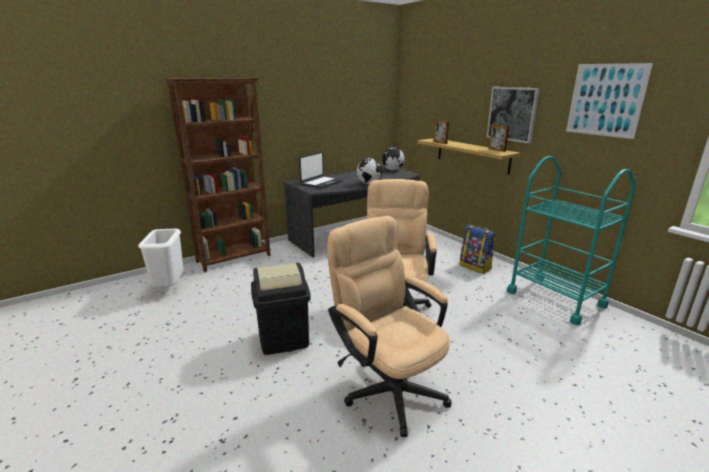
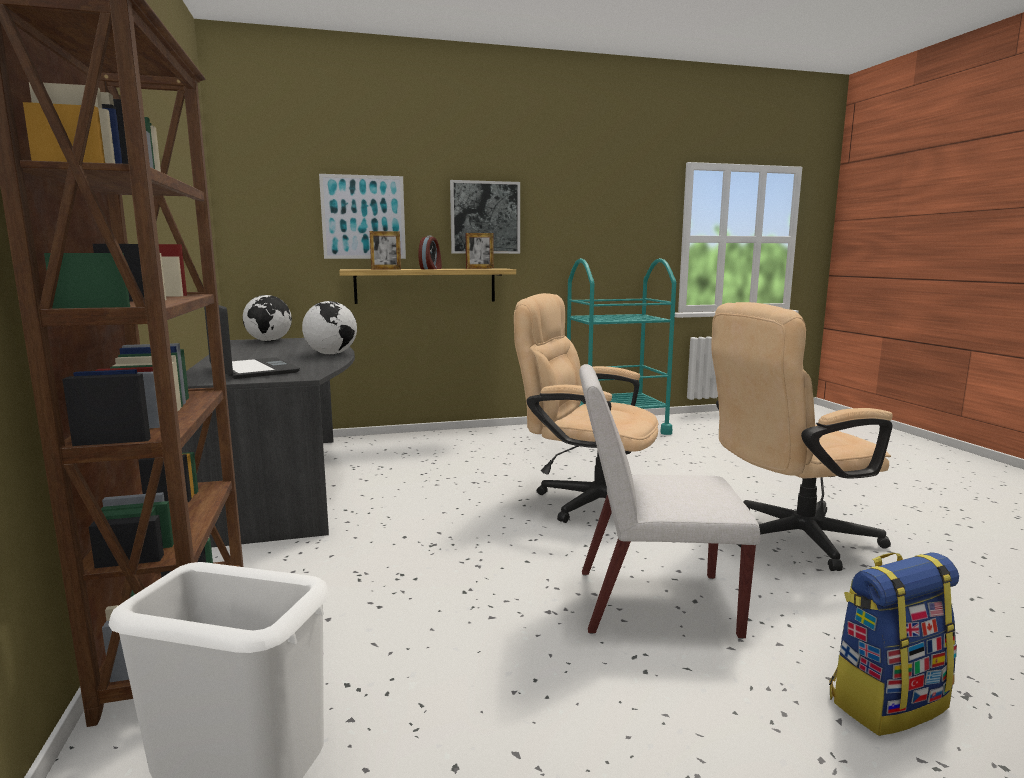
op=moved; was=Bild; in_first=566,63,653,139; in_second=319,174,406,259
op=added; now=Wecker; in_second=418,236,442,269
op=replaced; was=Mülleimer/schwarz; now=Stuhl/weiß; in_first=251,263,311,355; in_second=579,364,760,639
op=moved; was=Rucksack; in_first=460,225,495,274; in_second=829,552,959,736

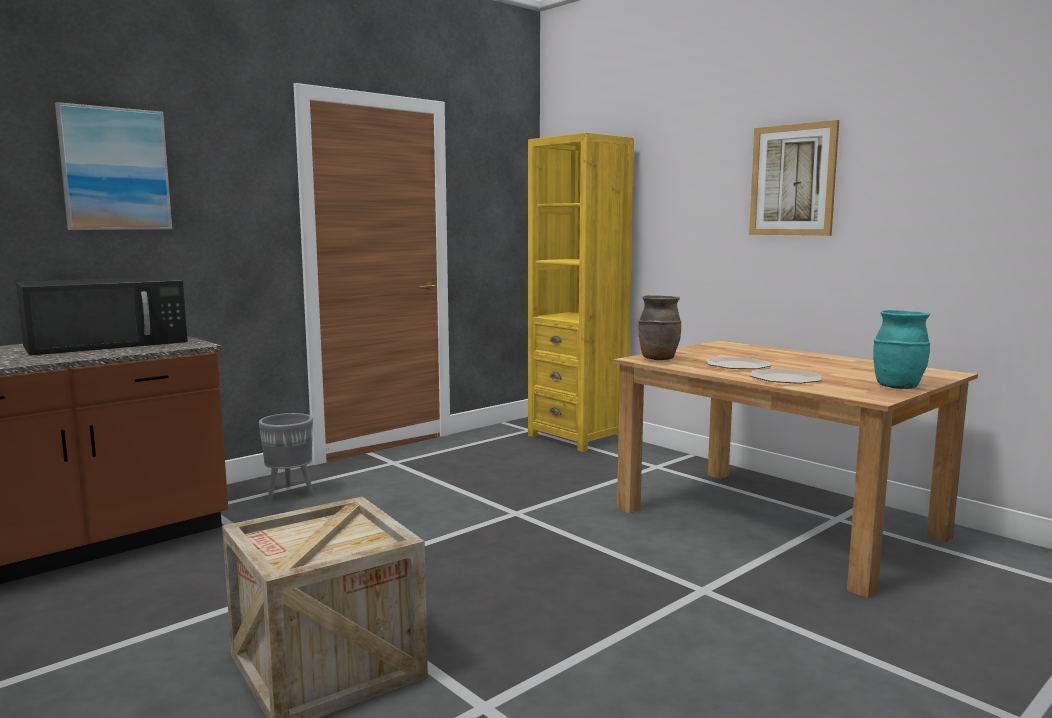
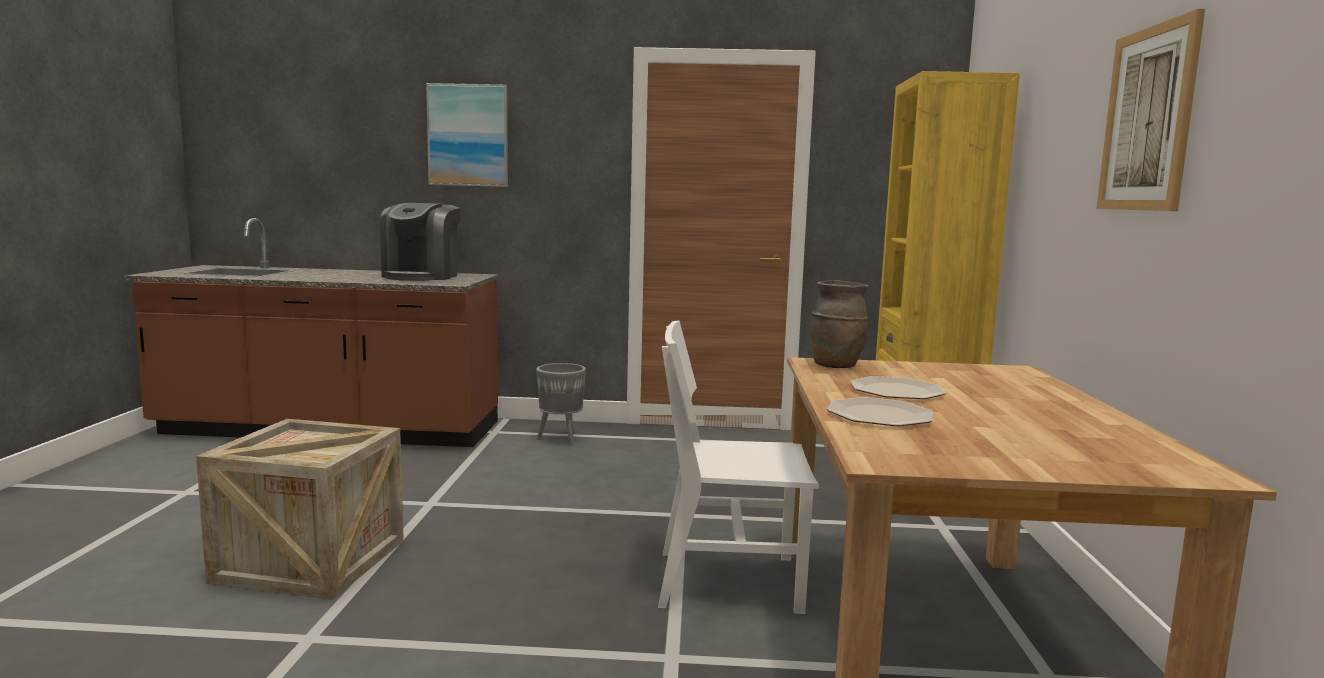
op=replaced; was=Mikrowelle/schwarz; now=Kaffeemaschine; in_first=16,276,188,356; in_second=380,203,461,281
op=added; now=Stuhl/weiß; in_second=658,320,819,614
op=removed; was=Vase/türkis; in_first=873,310,930,389

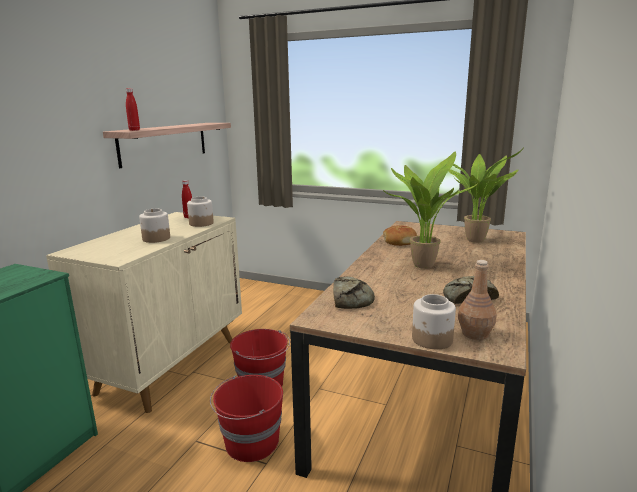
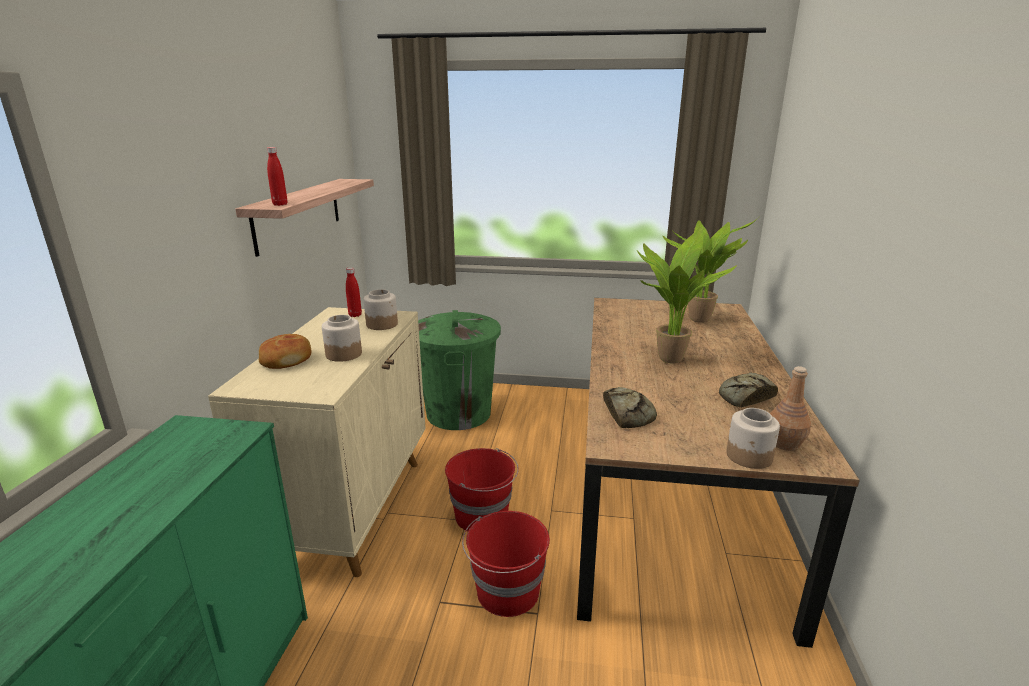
op=moved; was=Brot; in_first=383,225,417,246; in_second=259,334,311,369
op=added; now=Mülleimer/grün; in_second=418,310,501,430

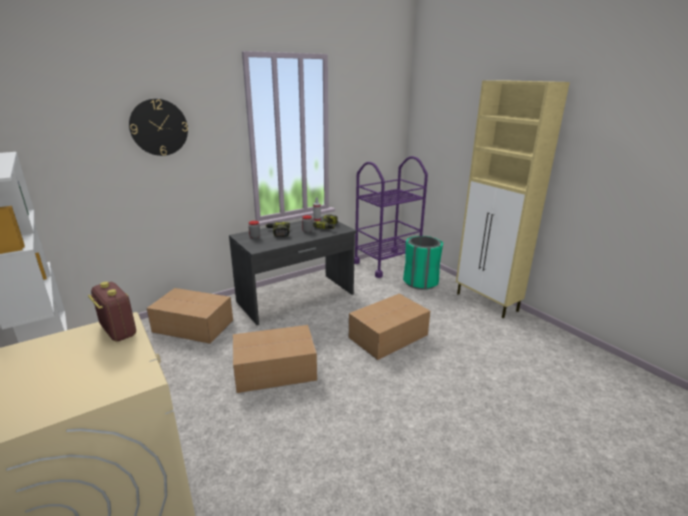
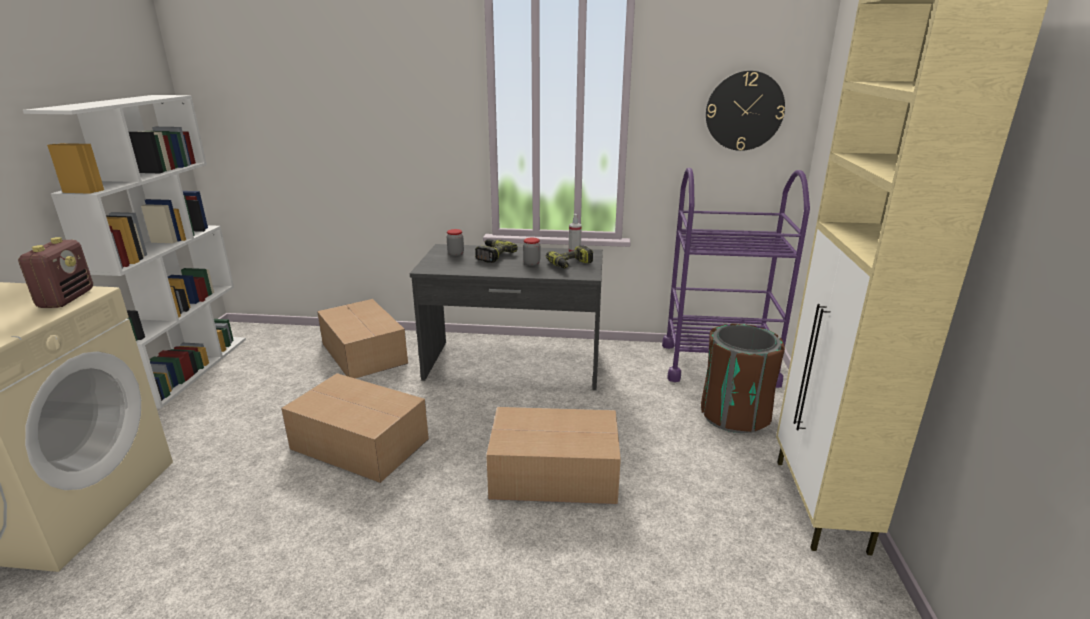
op=recoloured; was=Mülleimer/grün; now=Mülleimer/braun; in_first=403,236,443,290; in_second=701,324,785,433
op=moved; was=Wanduhr; in_first=129,99,188,156; in_second=706,71,785,151

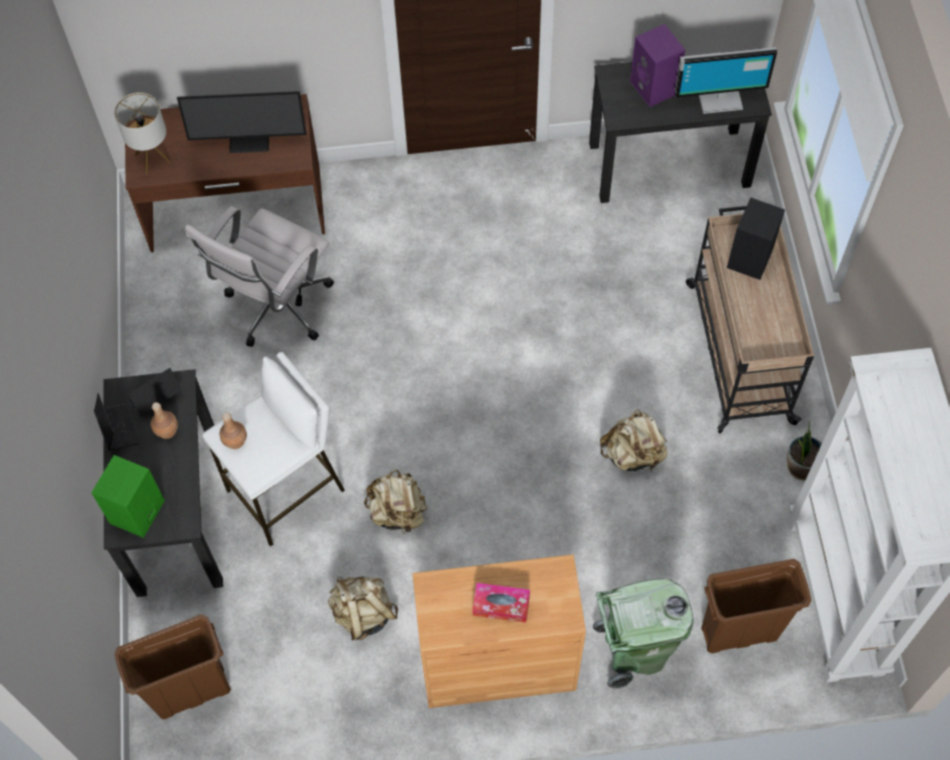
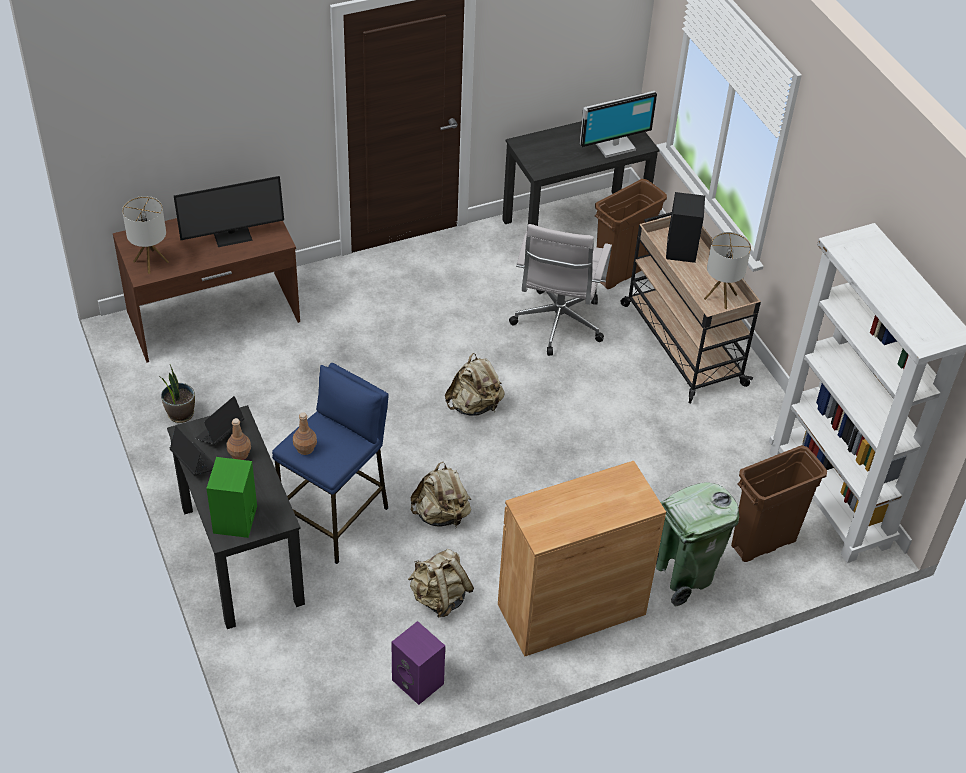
op=moved; was=Topfpflanze; in_first=787,422,822,480; in_second=161,365,195,423
op=recoloured; was=Hocker/weiß; now=Hocker/blau; in_first=202,352,345,547; in_second=272,363,389,564
op=moved; was=Lautsprecher/lila; in_first=630,24,685,107; in_second=392,621,445,705
op=moved; was=Rucksack/beige; in_first=600,409,668,471; in_second=445,353,505,416
op=moved; was=Bürostuhl/weiß; in_first=185,206,334,347; in_second=509,224,612,356
op=moved; was=Mülleimer/braun; in_first=115,614,231,719; in_second=595,179,667,289
op=added; now=Tischlampe; in_second=704,232,751,309
op=removed; was=Taschentuchbox; in_first=473,583,530,623

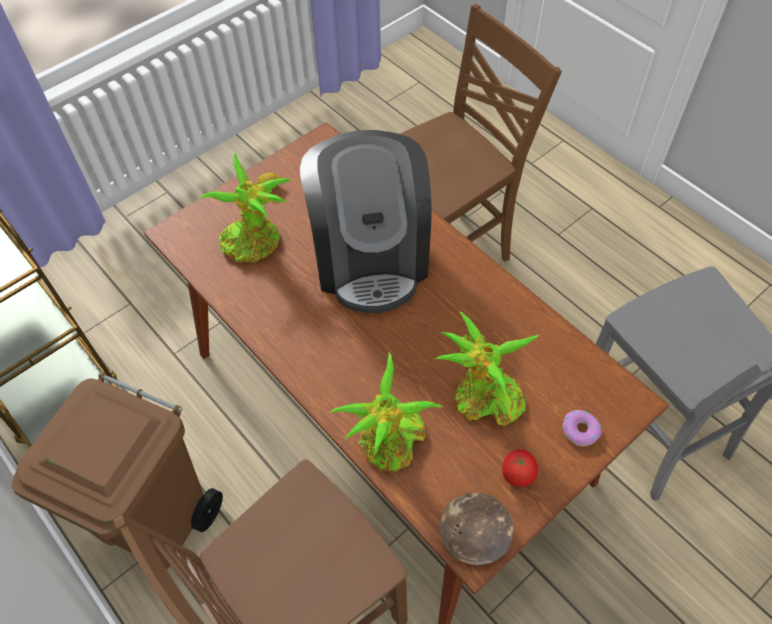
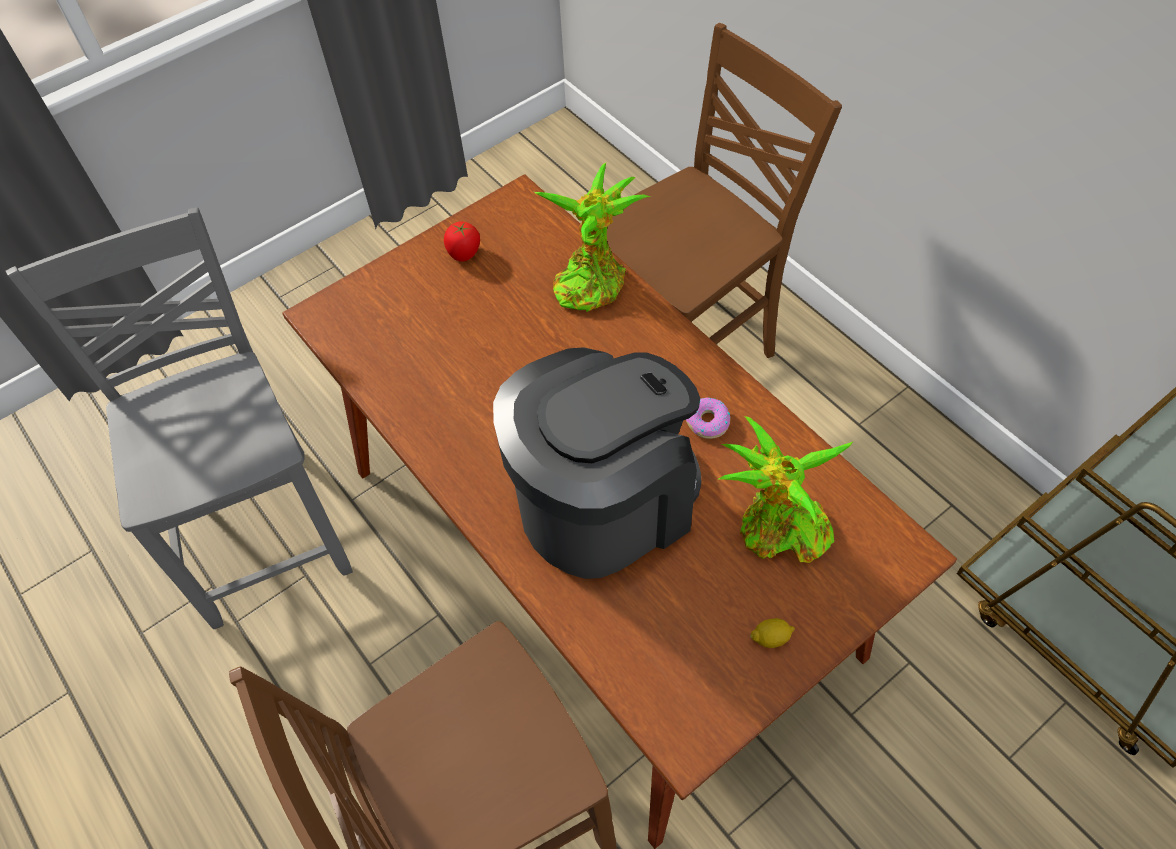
op=turned; was=Kaffeemaschine; in_first=300,130,432,313; in_second=493,347,701,579; clockwise=60
op=moved; was=Donut; in_first=563,410,602,446; in_second=686,397,731,439
op=removed; was=Mülleimer/braun; in_first=12,372,223,569
op=removed; was=Topfpflanze; in_first=434,312,540,425
op=removed; was=Schüssel/braun; in_first=440,493,514,565

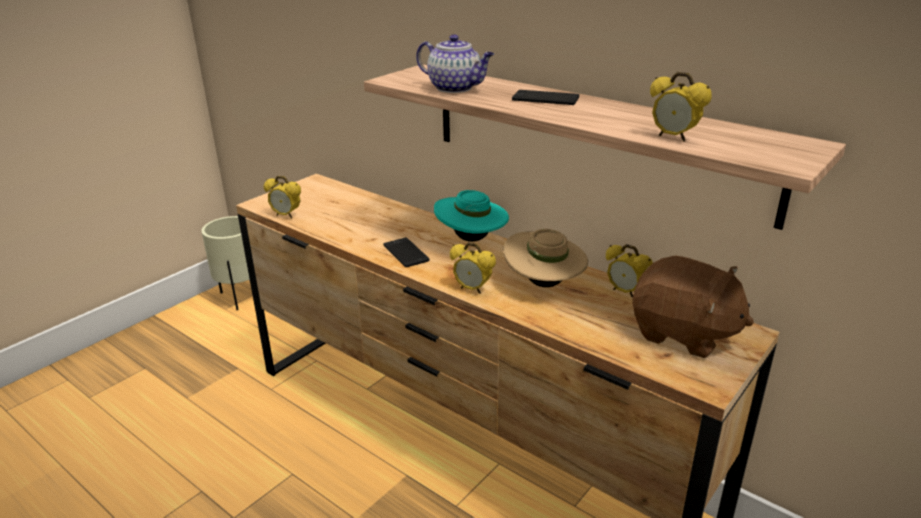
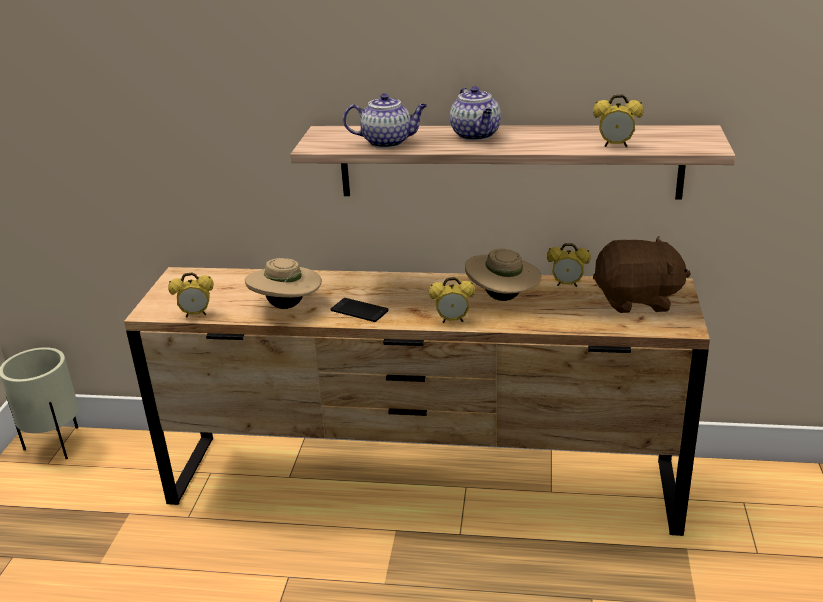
op=added; now=Hut/beige; in_second=245,258,322,309
op=replaced; was=Handy; now=Teekanne; in_first=512,90,579,105; in_second=450,86,501,141
op=removed; was=Hut/türkis; in_first=434,190,509,242

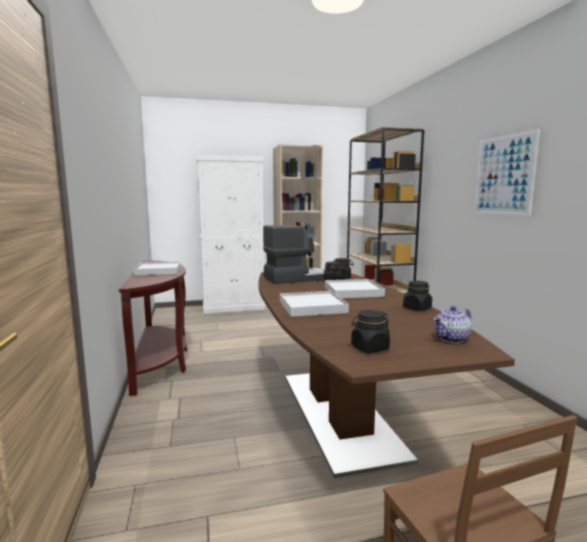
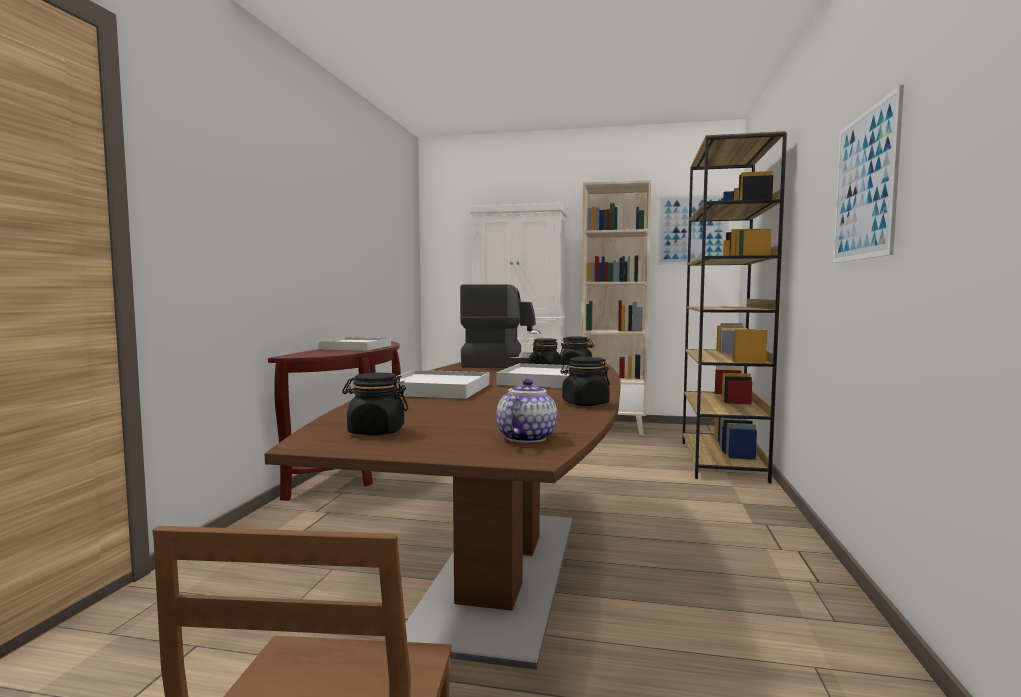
op=turned; was=Teekanne; in_first=433,306,471,343; in_second=496,379,557,443; clockwise=120
op=added; now=Bild; in_second=658,195,729,264

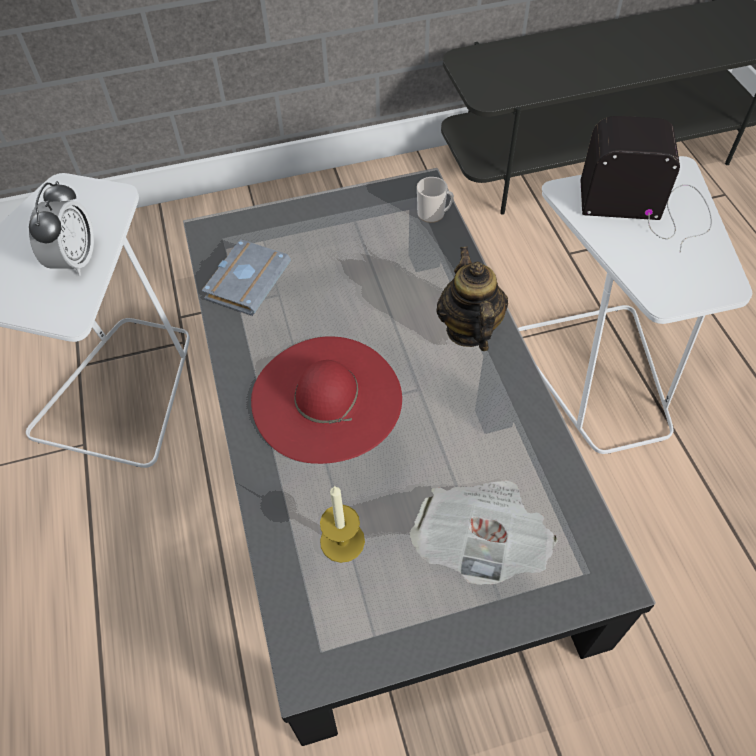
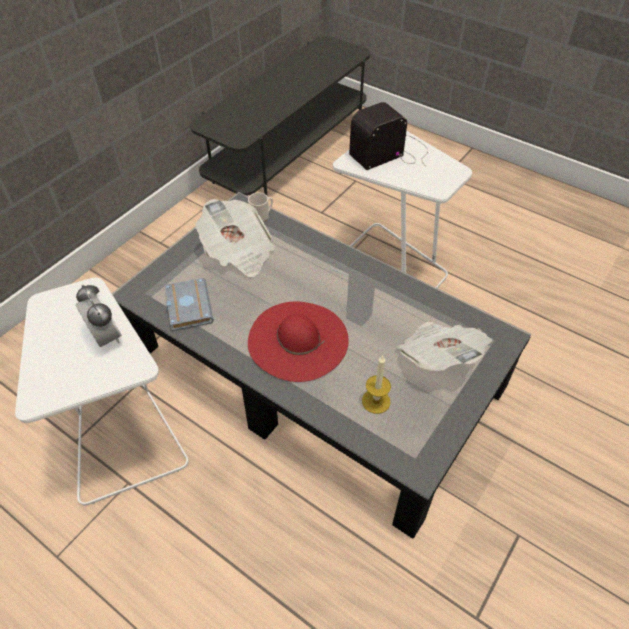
op=added; now=Zeitung; in_second=195,199,276,277
op=removed; was=Teekanne; in_first=436,247,508,351

